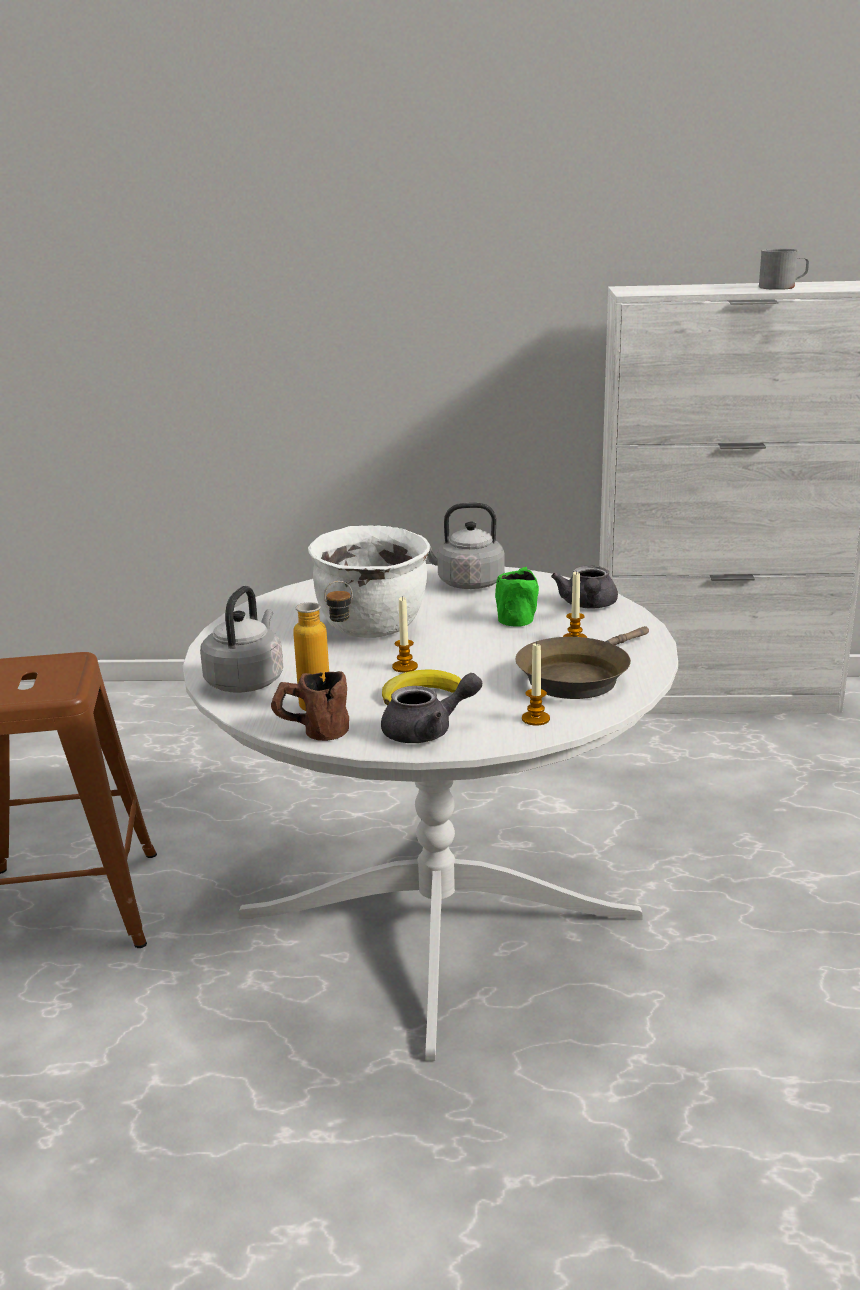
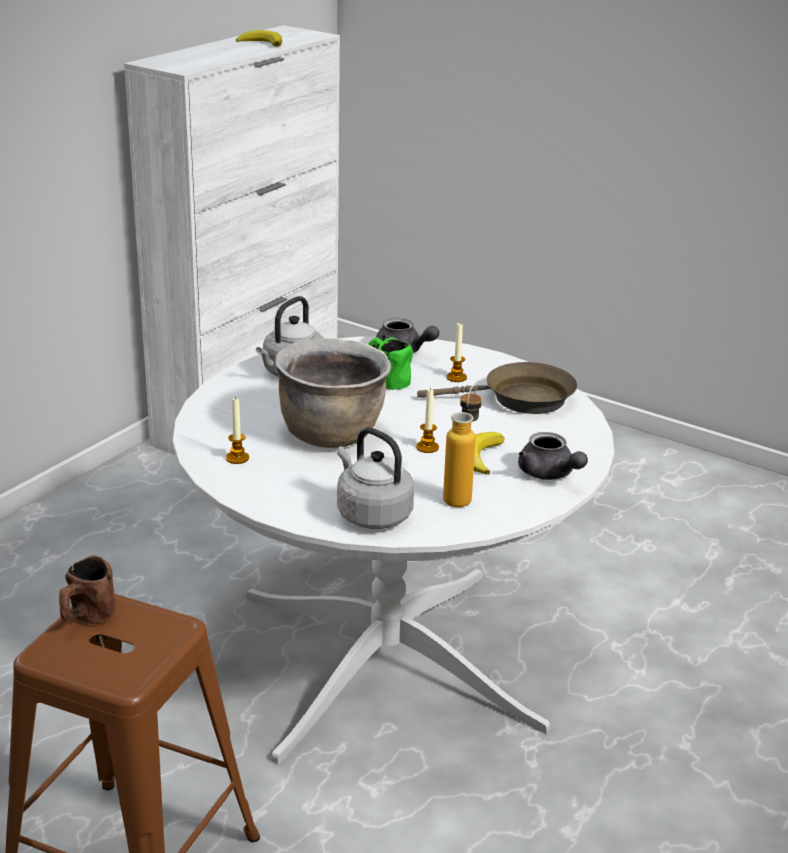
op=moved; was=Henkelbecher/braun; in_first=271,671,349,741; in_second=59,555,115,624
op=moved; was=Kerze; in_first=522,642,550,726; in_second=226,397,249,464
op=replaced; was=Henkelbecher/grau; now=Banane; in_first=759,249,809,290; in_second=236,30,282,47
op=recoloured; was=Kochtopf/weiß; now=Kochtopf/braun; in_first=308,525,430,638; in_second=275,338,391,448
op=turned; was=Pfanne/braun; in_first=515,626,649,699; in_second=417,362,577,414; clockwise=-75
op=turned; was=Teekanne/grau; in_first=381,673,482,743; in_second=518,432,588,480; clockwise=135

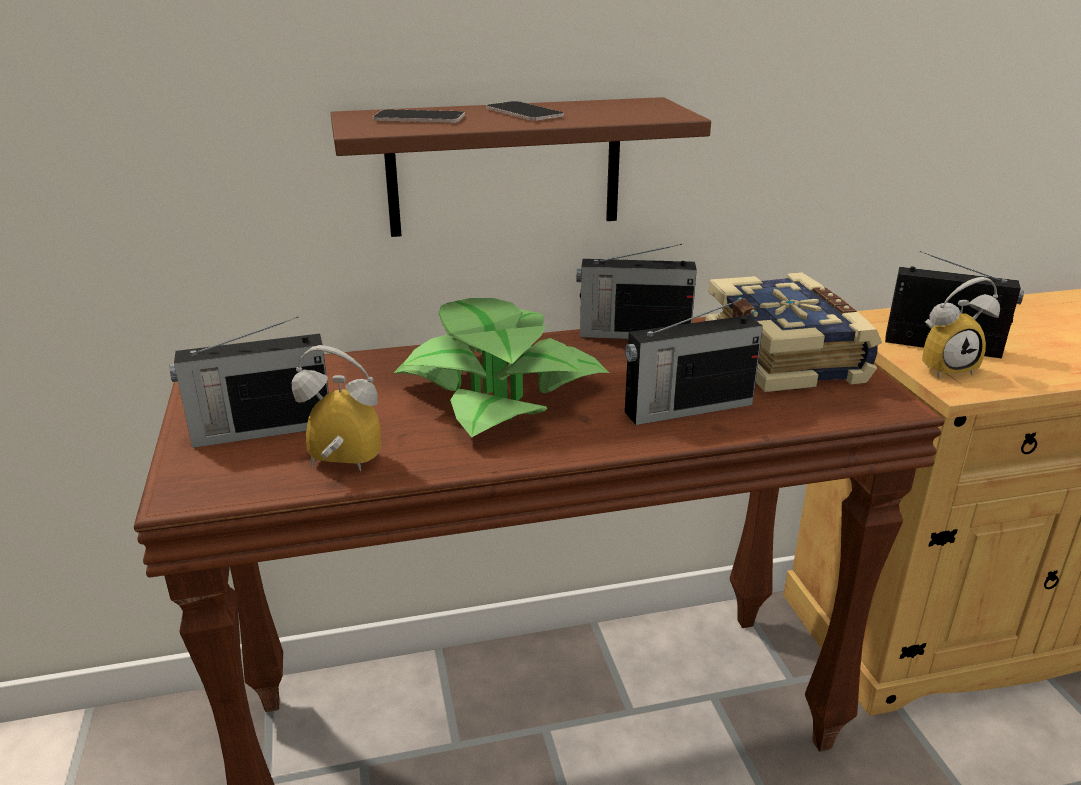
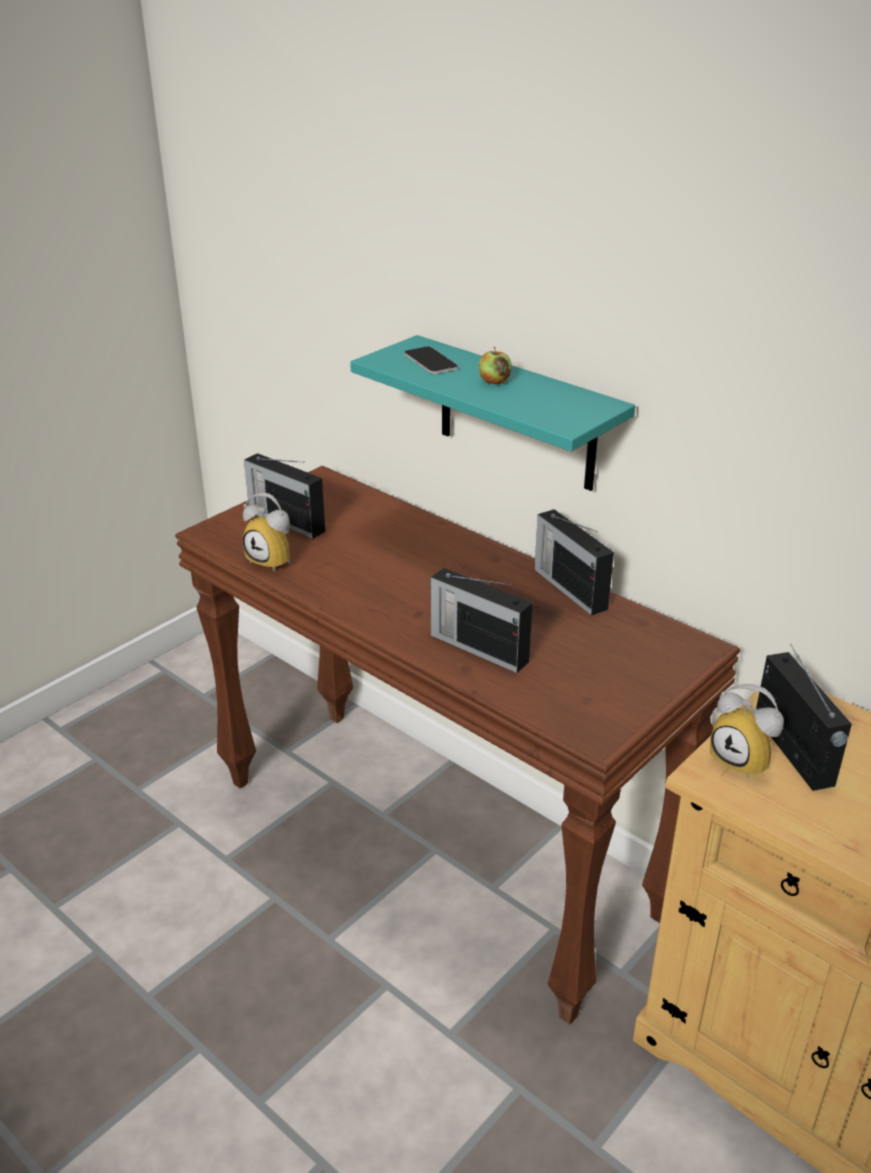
op=turned; was=Wecker; in_first=292,345,381,471; in_second=243,493,291,572; clockwise=150
op=recoloured; was=Wandregal/braun; now=Wandregal/türkis; in_first=331,97,711,237; in_second=350,335,635,491
op=replaced; was=Handy; now=Apfel; in_first=486,101,564,121; in_second=478,347,512,384
op=removed; was=Topfpflanze; in_first=394,298,609,437
op=removed; was=Buch; in_first=706,272,882,393

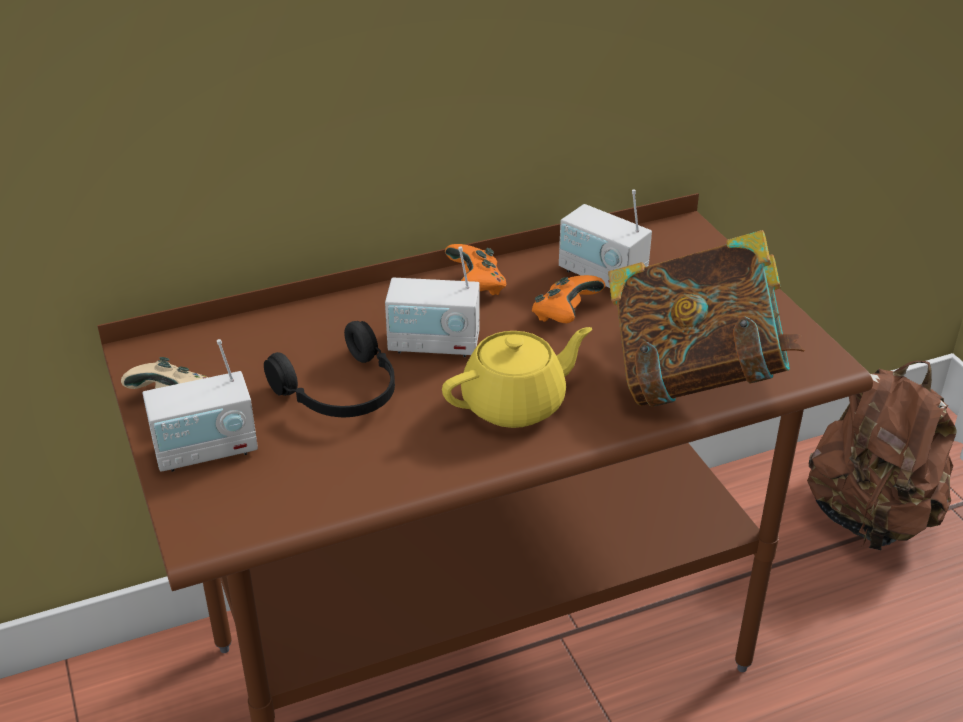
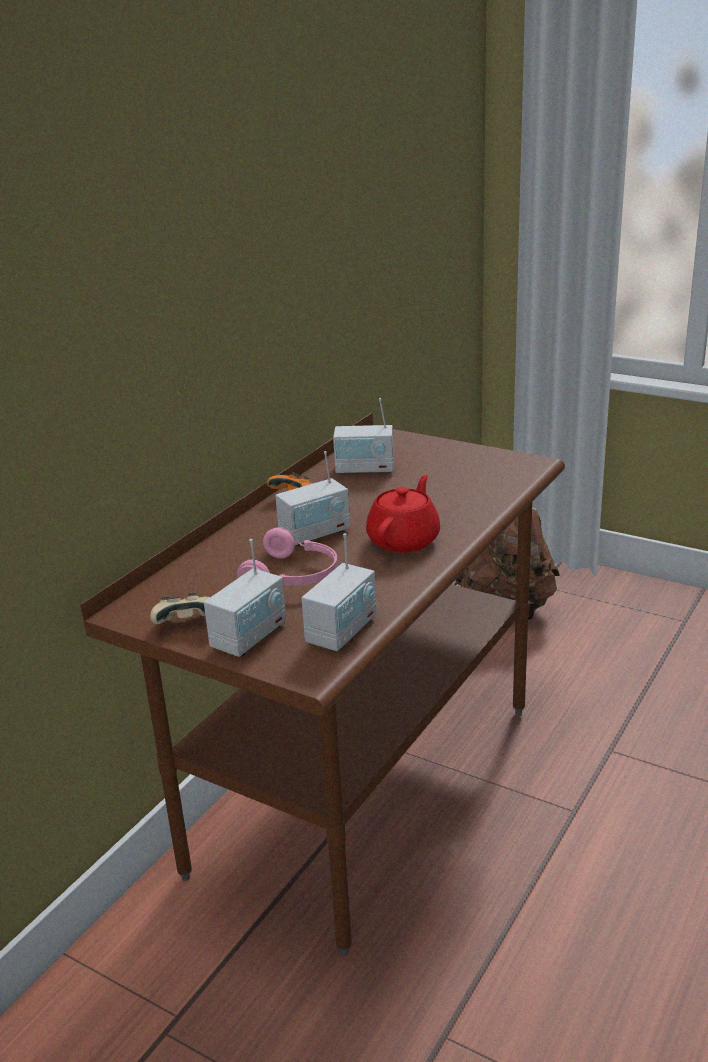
op=recoloured; was=Kopfhörer/schwarz; now=Kopfhörer/rosa; in_first=264,321,395,417; in_second=237,527,338,586
op=added; now=Radio; in_second=301,533,376,651
op=recoloured; was=Teekanne/gelb; now=Teekanne/rot; in_first=442,327,592,428; in_second=366,475,440,553
op=removed; was=Gamepad/orange; in_first=532,275,605,323
op=removed; was=Buch; in_first=608,230,805,407

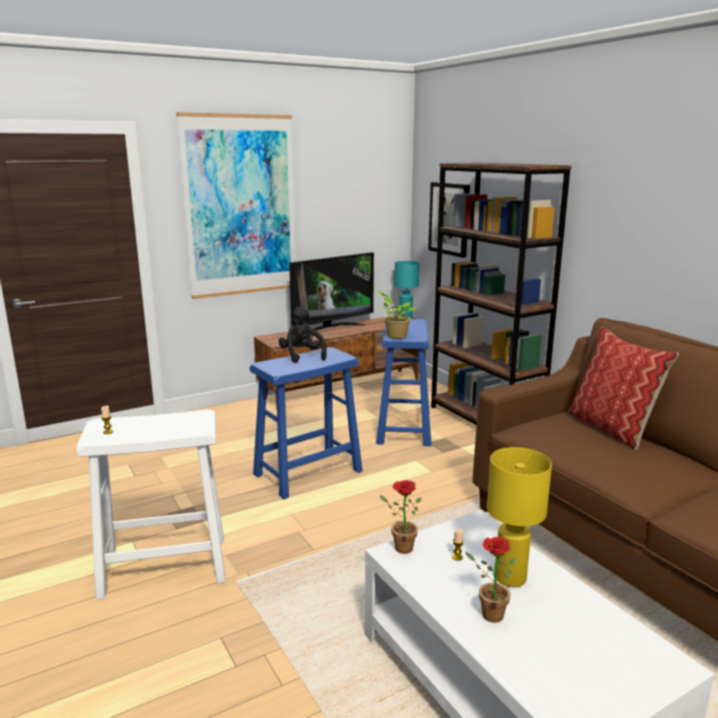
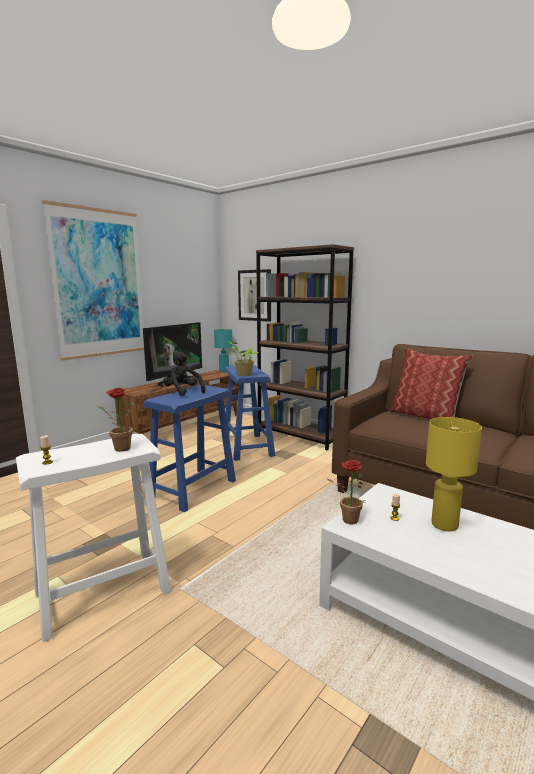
op=moved; was=Topfpflanze; in_first=465,537,516,623; in_second=98,388,134,452

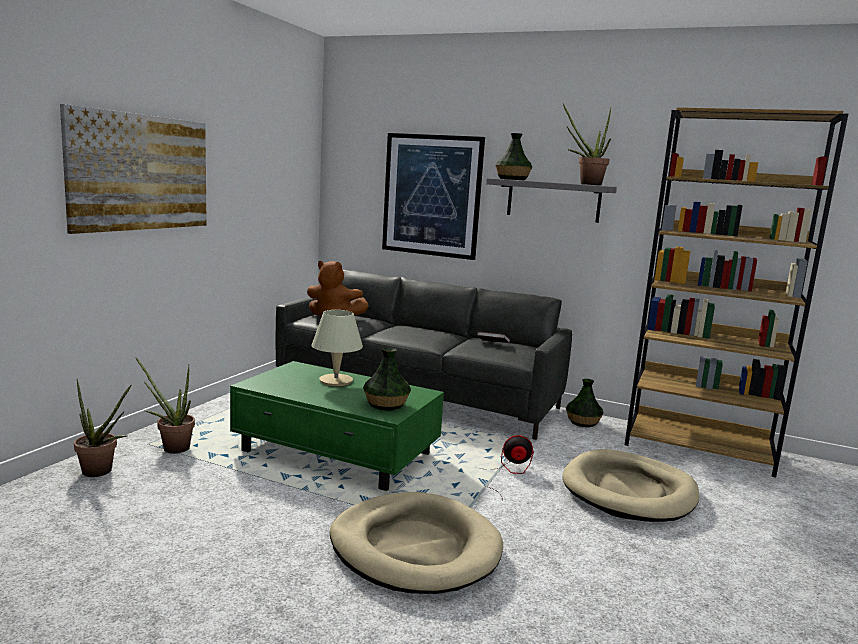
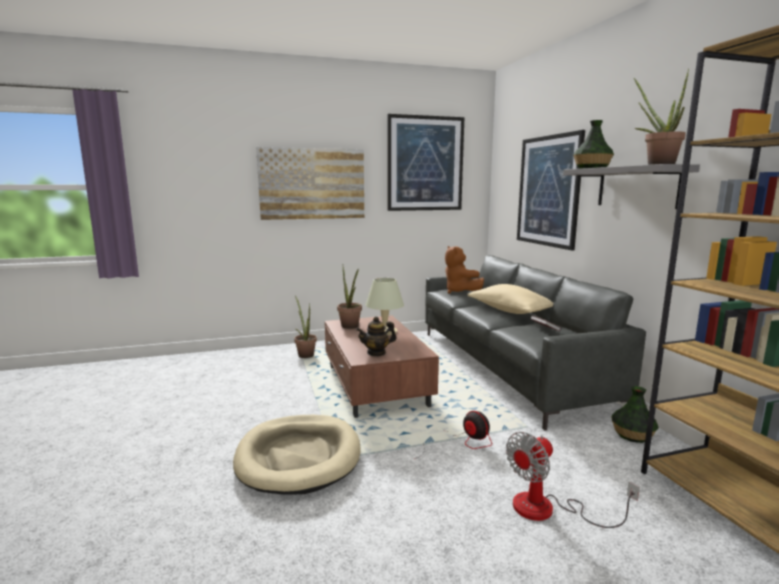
op=recoloured; was=Couchtisch/grün; now=Couchtisch/braun; in_first=230,361,444,491; in_second=325,315,439,418
op=moved; was=Topfpflanze; in_first=74,379,131,477; in_second=337,267,362,329
op=replaced; was=Vase; now=Teekanne; in_first=363,348,411,410; in_second=356,316,396,356
op=added; now=Bild; in_second=387,114,464,211
op=added; now=Kissen/beige; in_second=467,284,554,314
op=replaced; was=Hundebett/beige; now=Ventilator; in_first=562,449,699,522; in_second=506,432,640,528

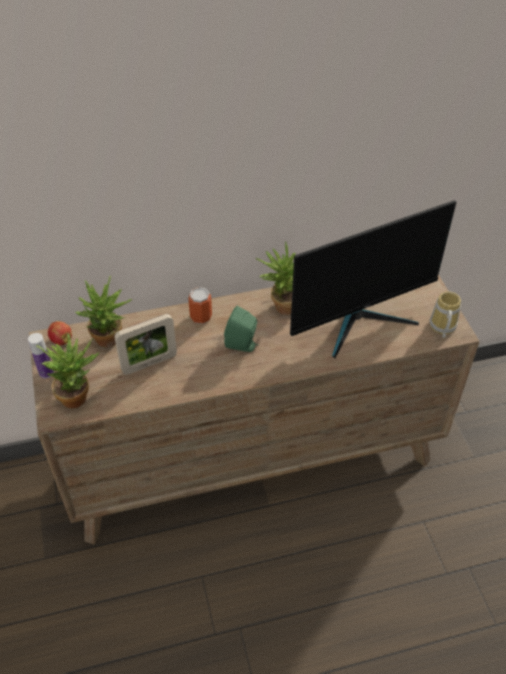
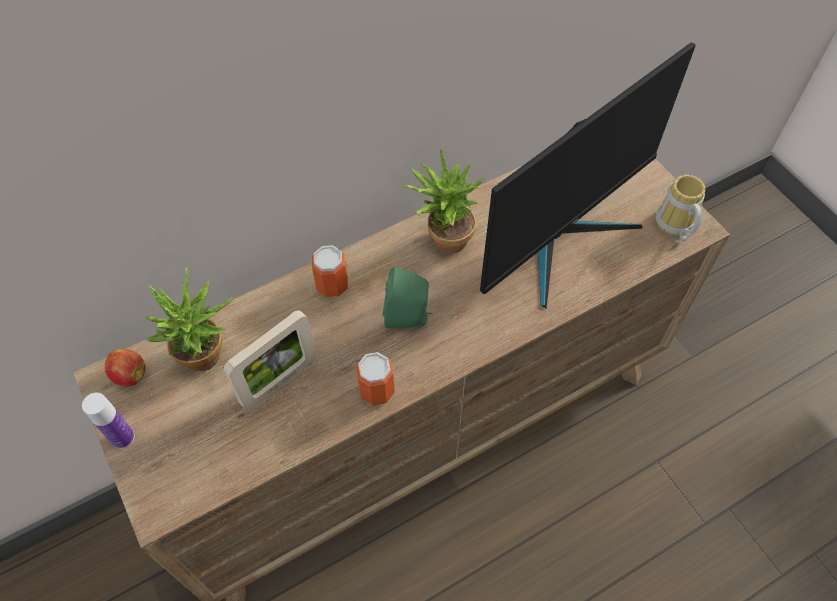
op=added; now=Dose; in_second=356,352,395,406
op=removed; was=Topfpflanze; in_first=36,333,100,409

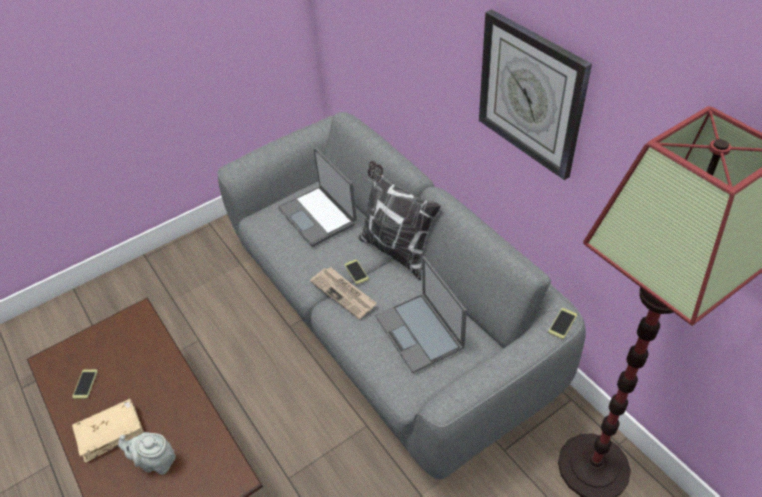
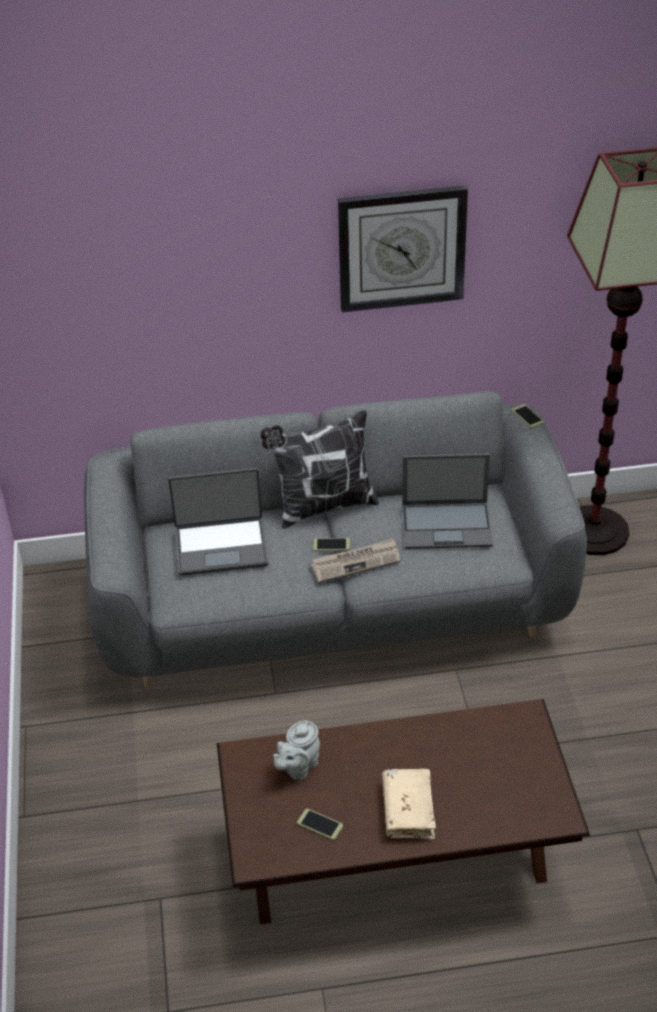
op=moved; was=Teekanne/grau; in_first=118,432,176,475; in_second=273,721,320,781

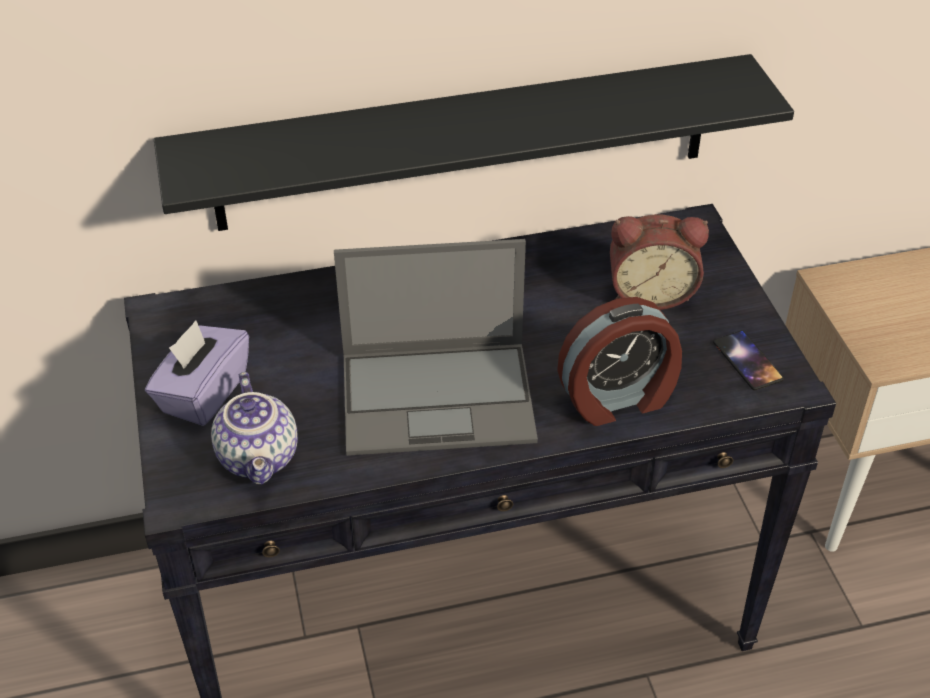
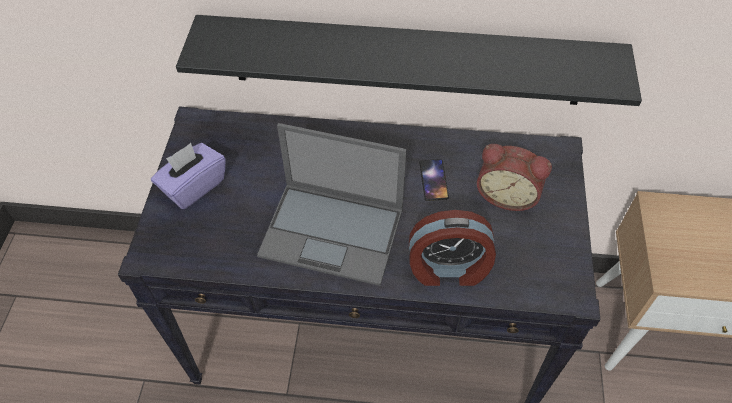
op=moved; was=Handy; in_first=713,331,784,390; in_second=419,159,449,201
op=removed; was=Teekanne; in_first=211,372,298,484

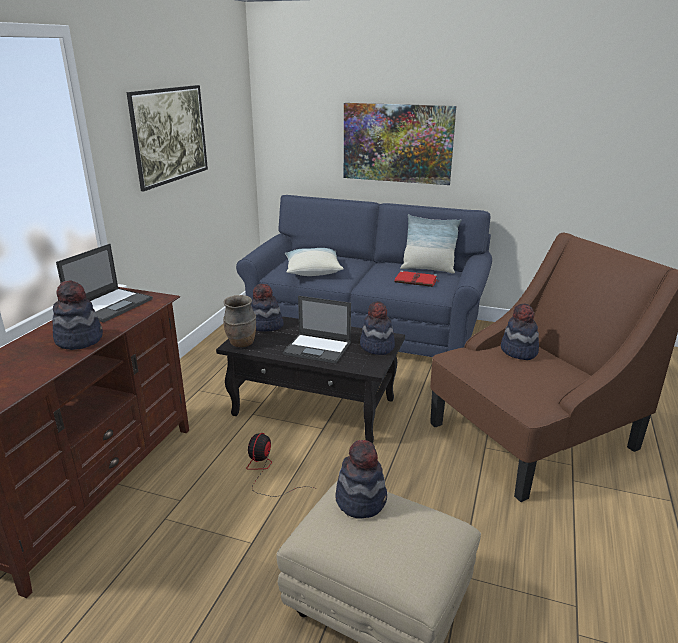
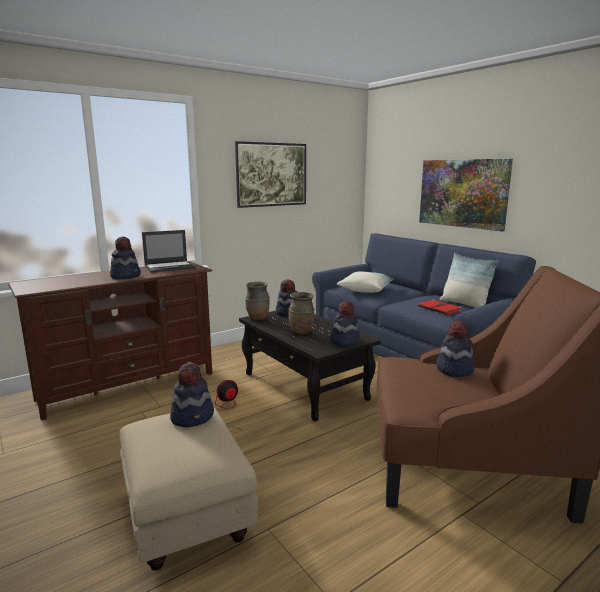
op=replaced; was=Laptop; now=Vase/braun; in_first=283,296,351,363; in_second=288,292,315,334

